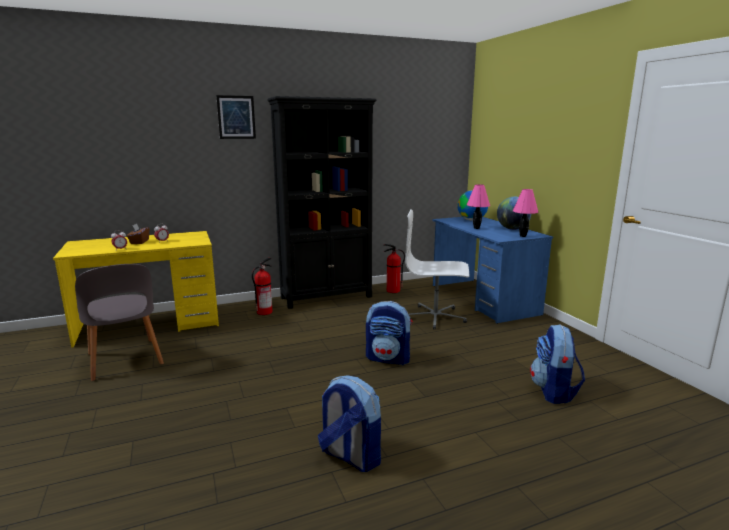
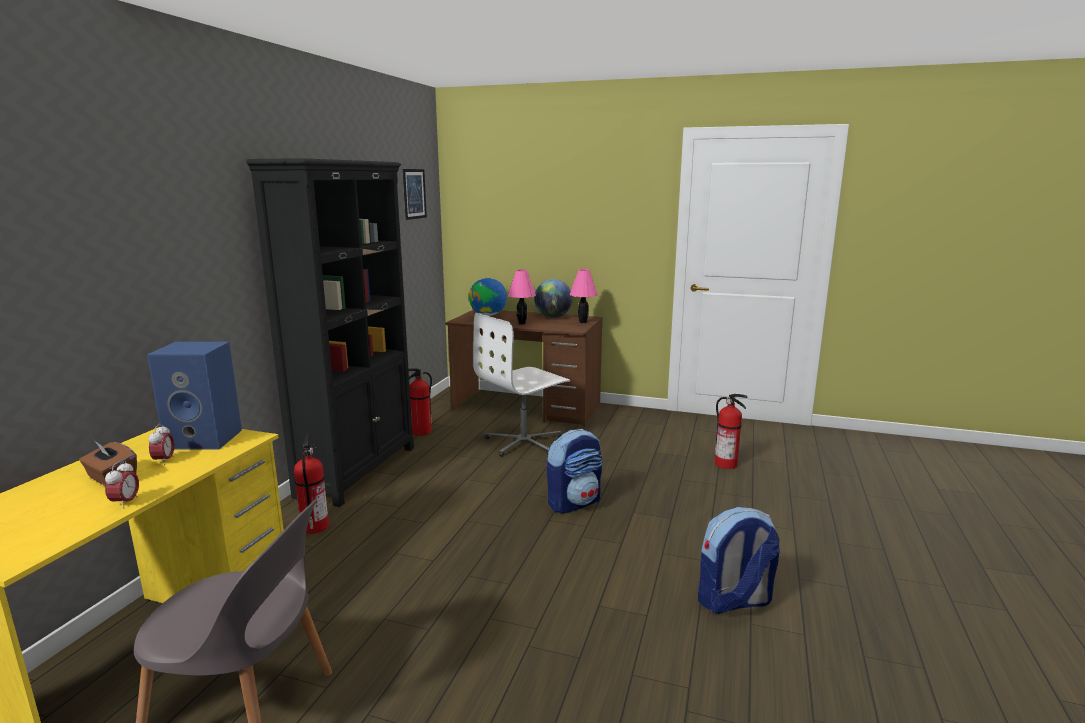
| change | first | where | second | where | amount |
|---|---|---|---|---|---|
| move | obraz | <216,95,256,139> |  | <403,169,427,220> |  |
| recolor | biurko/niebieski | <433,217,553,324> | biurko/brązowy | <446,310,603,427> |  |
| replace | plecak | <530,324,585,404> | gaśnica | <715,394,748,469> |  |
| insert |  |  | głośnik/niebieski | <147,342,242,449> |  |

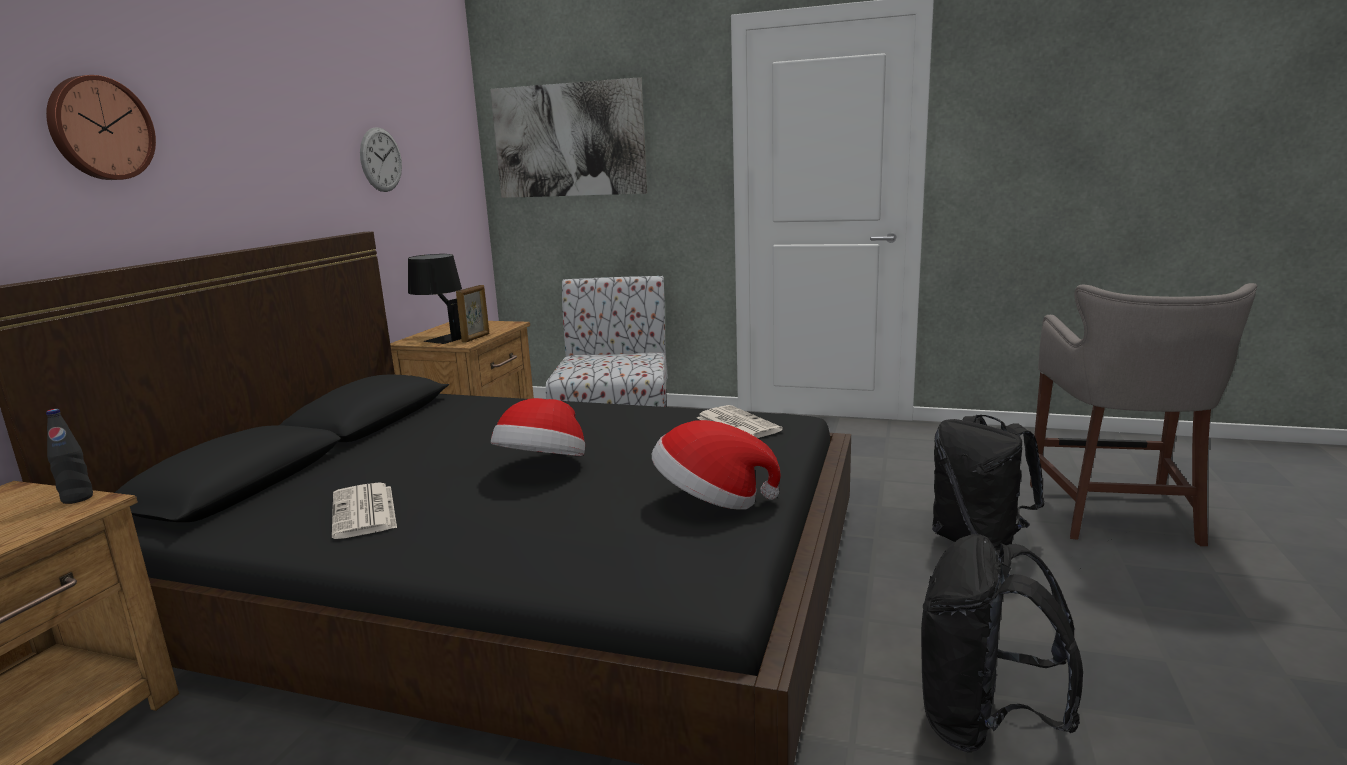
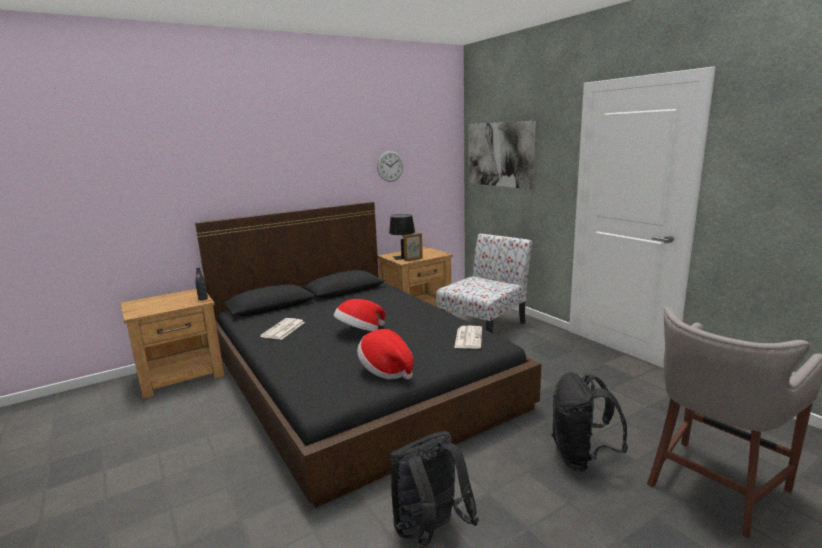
| change | first | where | second | where | amount |
|---|---|---|---|---|---|
| delete | zegar ścienny | <46,75,156,180> |  |  |  |

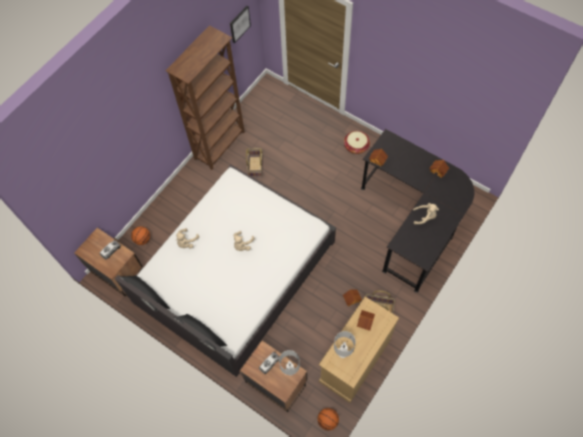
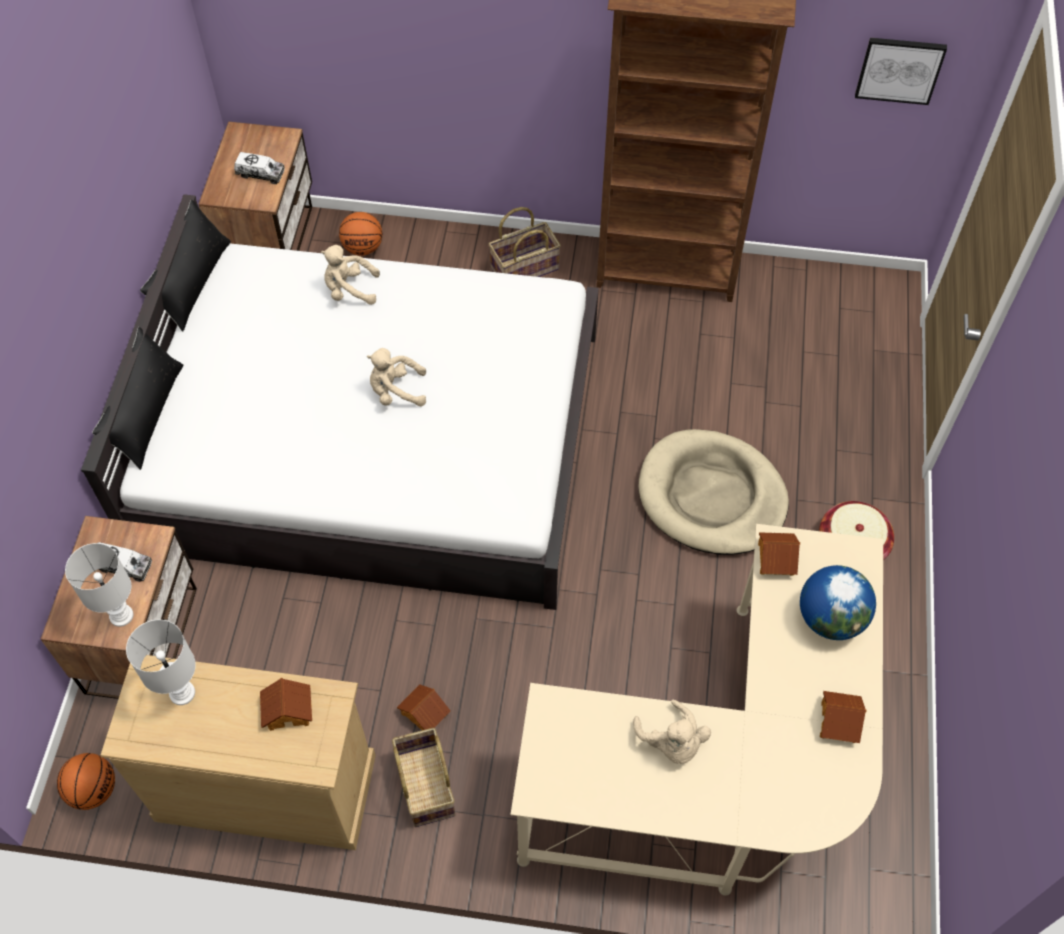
| change | first | where | second | where | amount |
|---|---|---|---|---|---|
| move | koszyk | <246,148,263,178> |  | <488,207,561,277> |  |
| recolor | biurko/czarny | <361,129,474,293> | biurko/beżowy | <511,524,883,896> |  |
| insert |  |  | legowisko/beżowy | <639,429,789,555> |  |
| insert |  |  | globus | <800,565,876,640> |  |

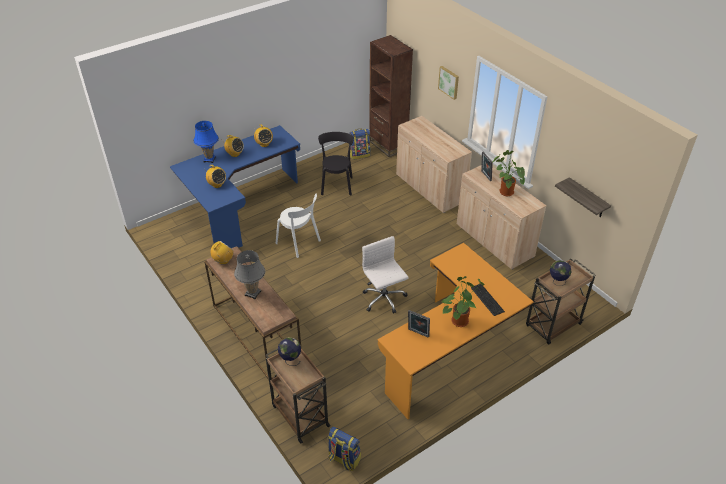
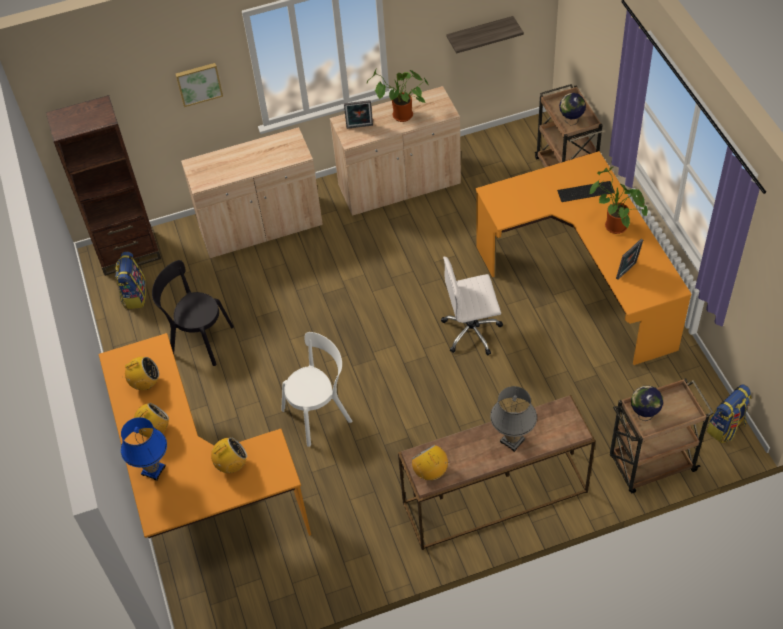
| change | first | where | second | where | amount |
|---|---|---|---|---|---|
| recolor | biurko/niebieski | <170,125,300,248> | biurko/pomarańczowy | <99,333,311,538> |  |

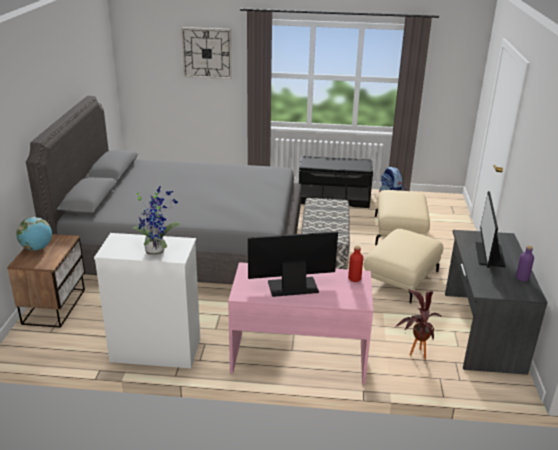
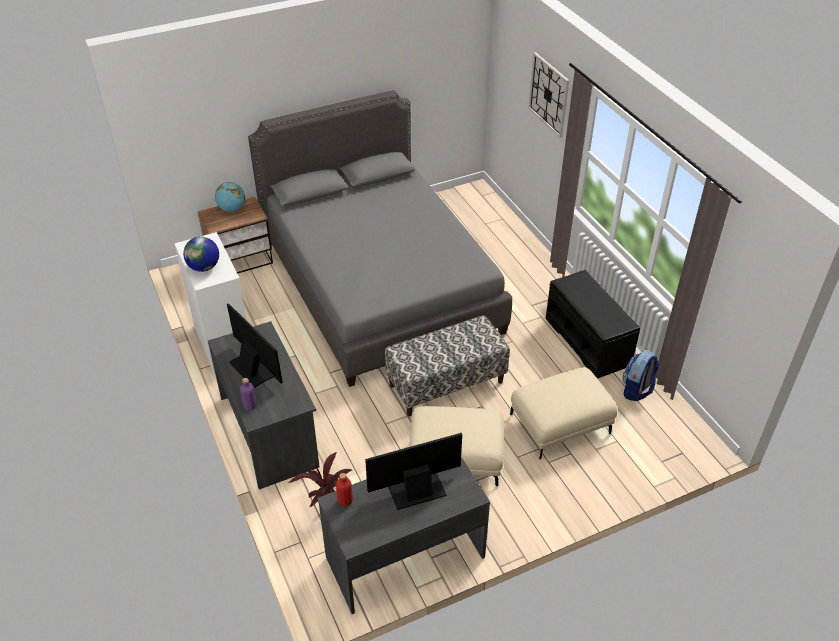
| change | first | where | second | where | amount |
|---|---|---|---|---|---|
| replace | roślina doniczkowa | <131,186,181,256> | globus | <183,237,219,272> |  |
| recolor | biurko/różowy | <228,262,373,384> | biurko/szary | <208,321,320,489> |  |
| move | butelka/czerwony | <348,246,363,282> |  | <336,473,353,507> |  |
| move | butelka/fioletowy | <516,246,534,282> |  | <240,378,257,410> |  |

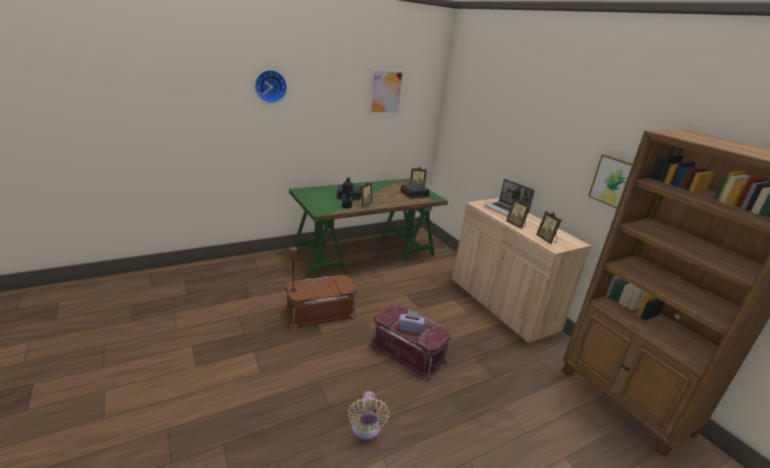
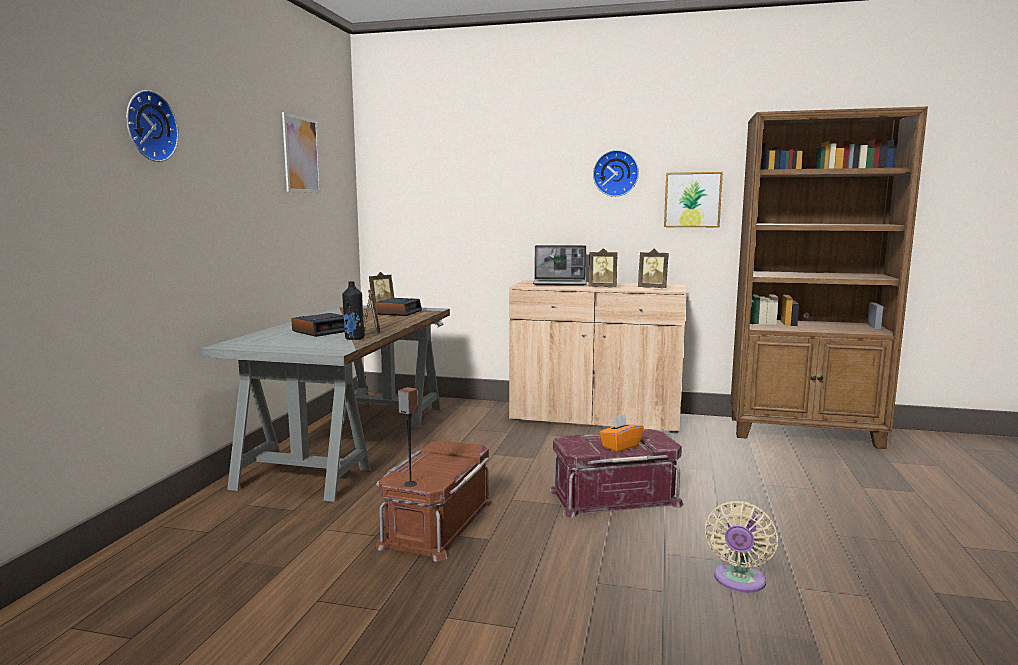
| change | first | where | second | where | amount |
|---|---|---|---|---|---|
| recolor | biurko/zielony | <289,178,448,278> | biurko/szary | <202,305,450,502> |  |
| rotate | wentylator/beżowy | <348,391,389,441> |  | <705,501,778,593> | 75 degrees clockwise |
| recolor | pudełko chusteczek/fioletowy | <399,310,425,334> | pudełko chusteczek/pomarańczowy | <599,414,644,452> |  |
| insert |  |  | zegar ścienny | <593,150,639,197> |  |

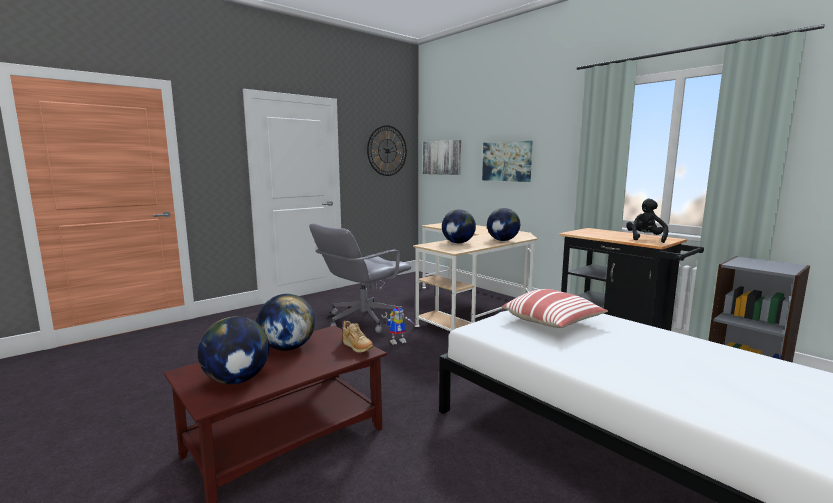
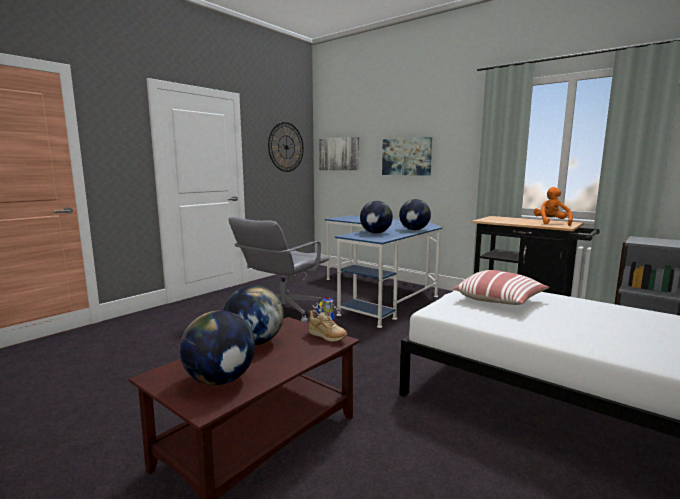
| change | first | where | second | where | amount |
|---|---|---|---|---|---|
| recolor | biurko/beżowy | <413,223,537,331> | biurko/niebieski | <325,215,443,328> |  |
| recolor | pluszak/czarny | <626,199,668,243> | pluszak/pomarańczowy | <534,187,573,226> |  |

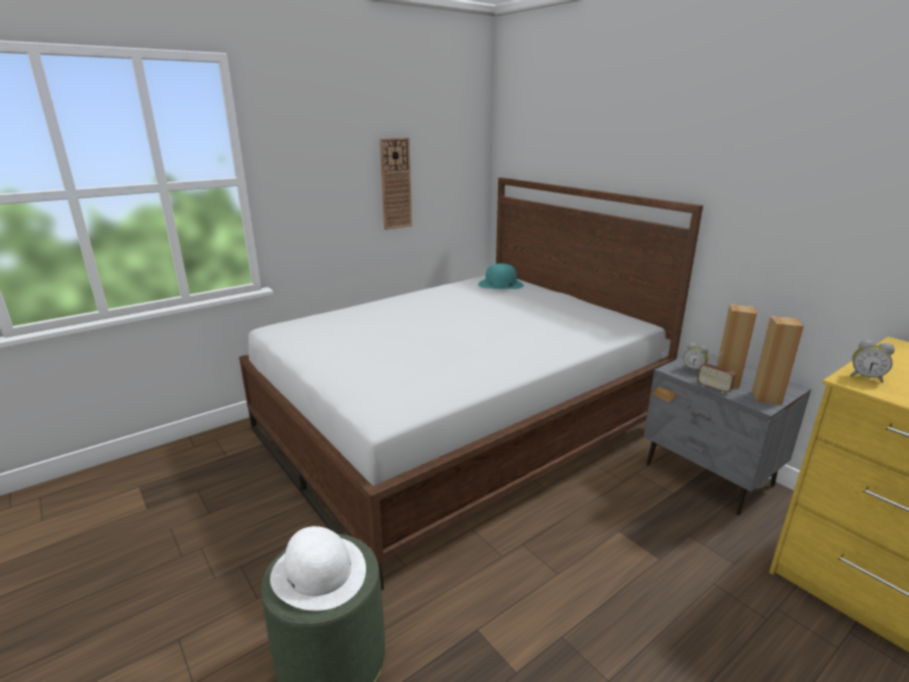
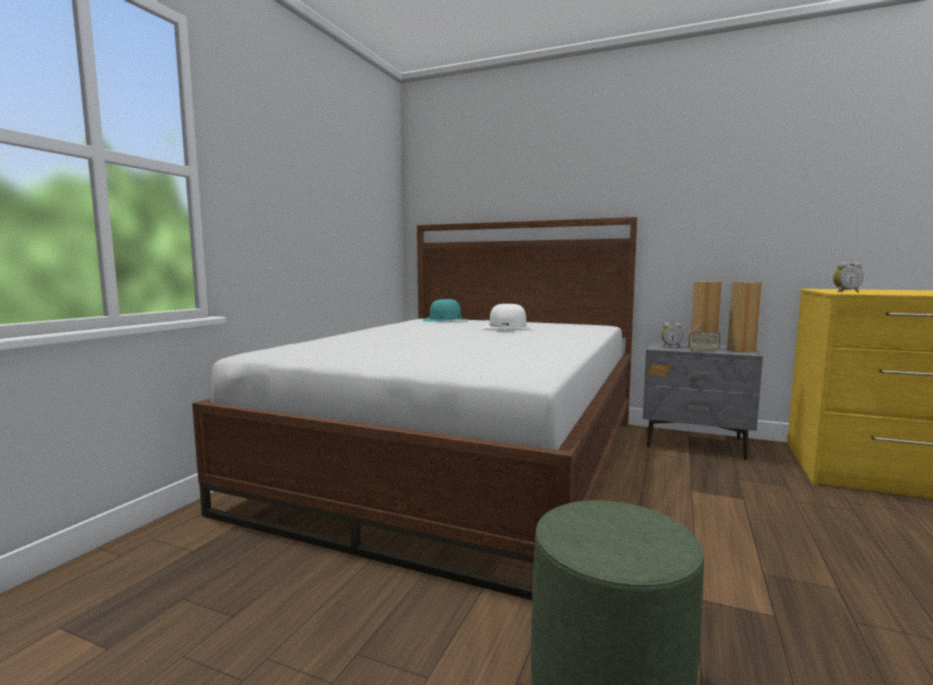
| change | first | where | second | where | amount |
|---|---|---|---|---|---|
| move | kapelusz/biały | <270,526,366,611> |  | <481,304,534,329> |  |
| delete | zegar ścienny | <380,137,412,230> |  |  |  |

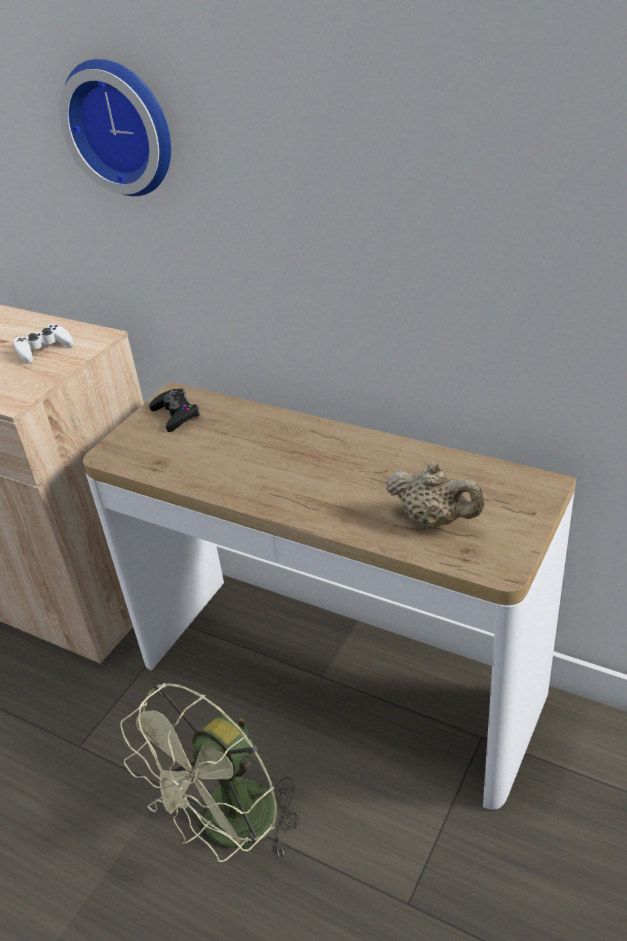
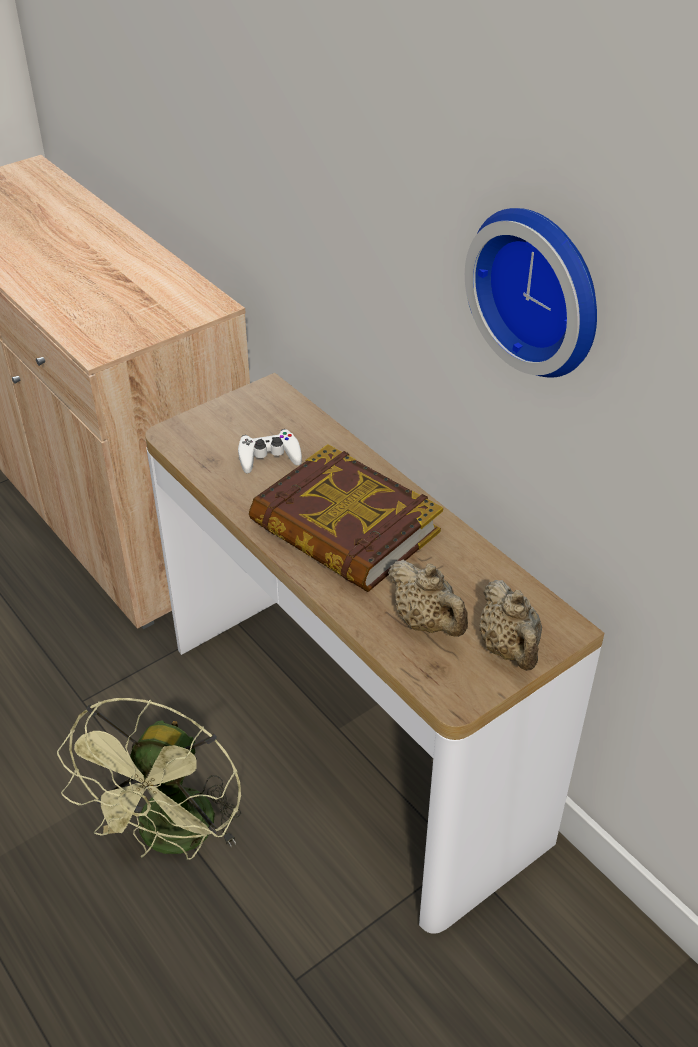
| change | first | where | second | where | amount |
|---|---|---|---|---|---|
| move | pad do gier/biały | <14,324,74,364> |  | <238,429,302,473> |  |
| move | zegar ścienny | <59,59,171,196> |  | <465,208,597,378> |  |
| rotate | wentylator/zielony | <120,683,300,862> |  | <57,698,241,860> | 45 degrees counterclockwise |
| delete | pad do gier/czarny | <149,389,200,432> |  |  |  |
| insert |  |  | książka | <249,444,443,592> |  |
| insert |  |  | imbryk/beżowy | <479,580,542,671> |  |

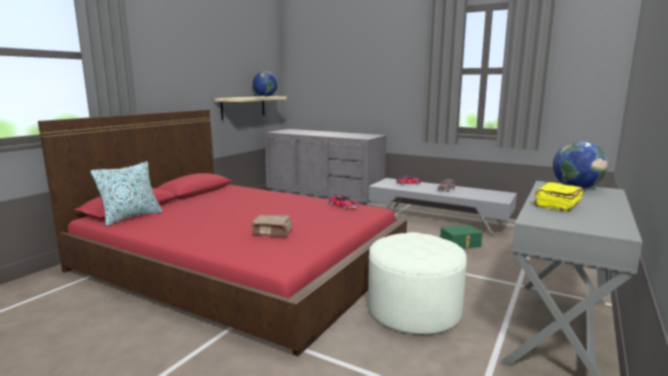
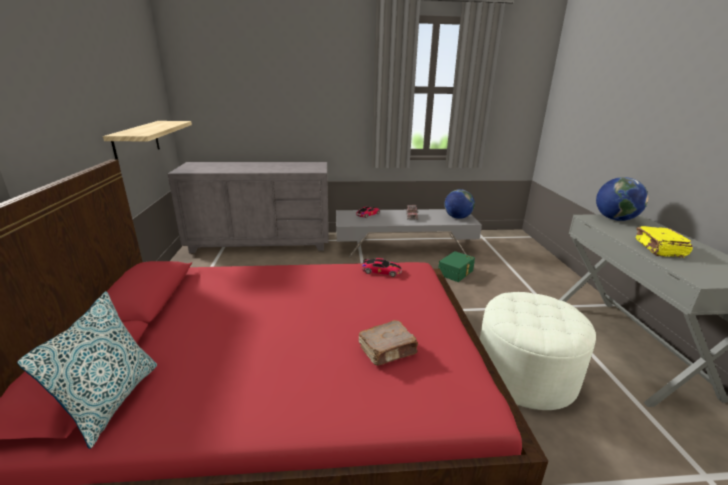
| change | first | where | second | where | amount |
|---|---|---|---|---|---|
| move | globus | <253,71,278,97> |  | <445,189,475,219> |  |

